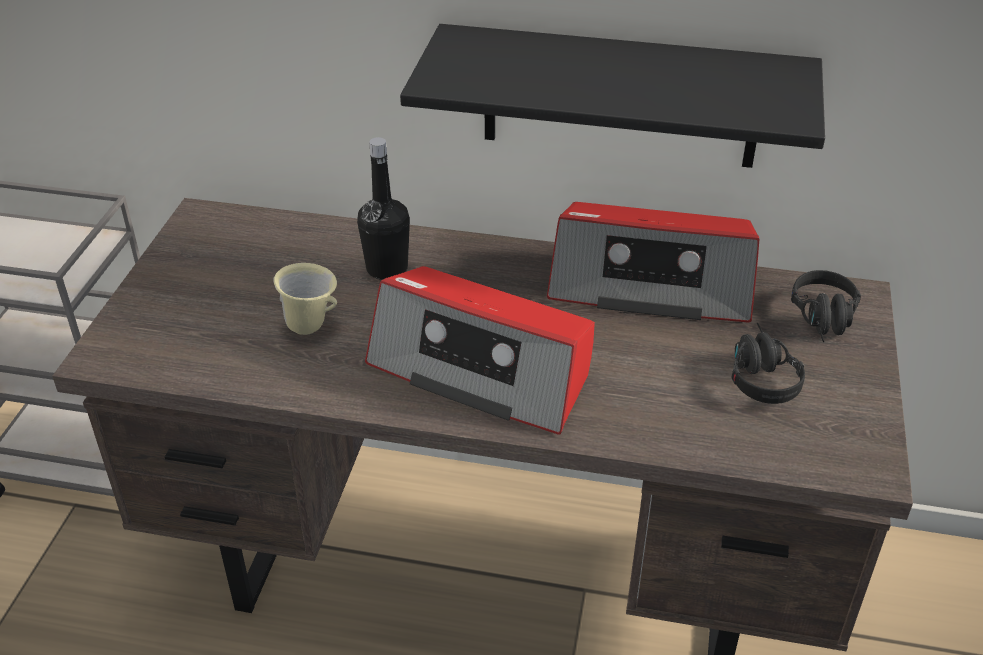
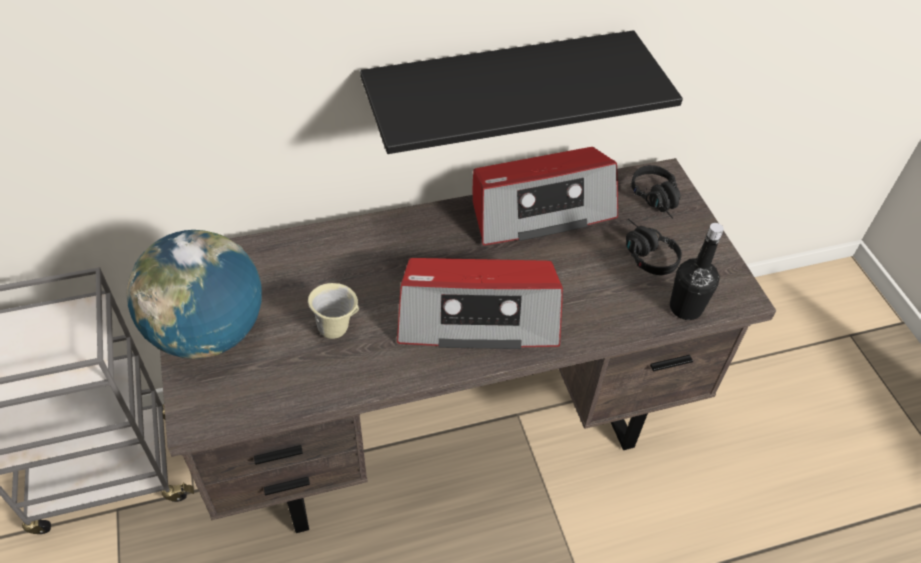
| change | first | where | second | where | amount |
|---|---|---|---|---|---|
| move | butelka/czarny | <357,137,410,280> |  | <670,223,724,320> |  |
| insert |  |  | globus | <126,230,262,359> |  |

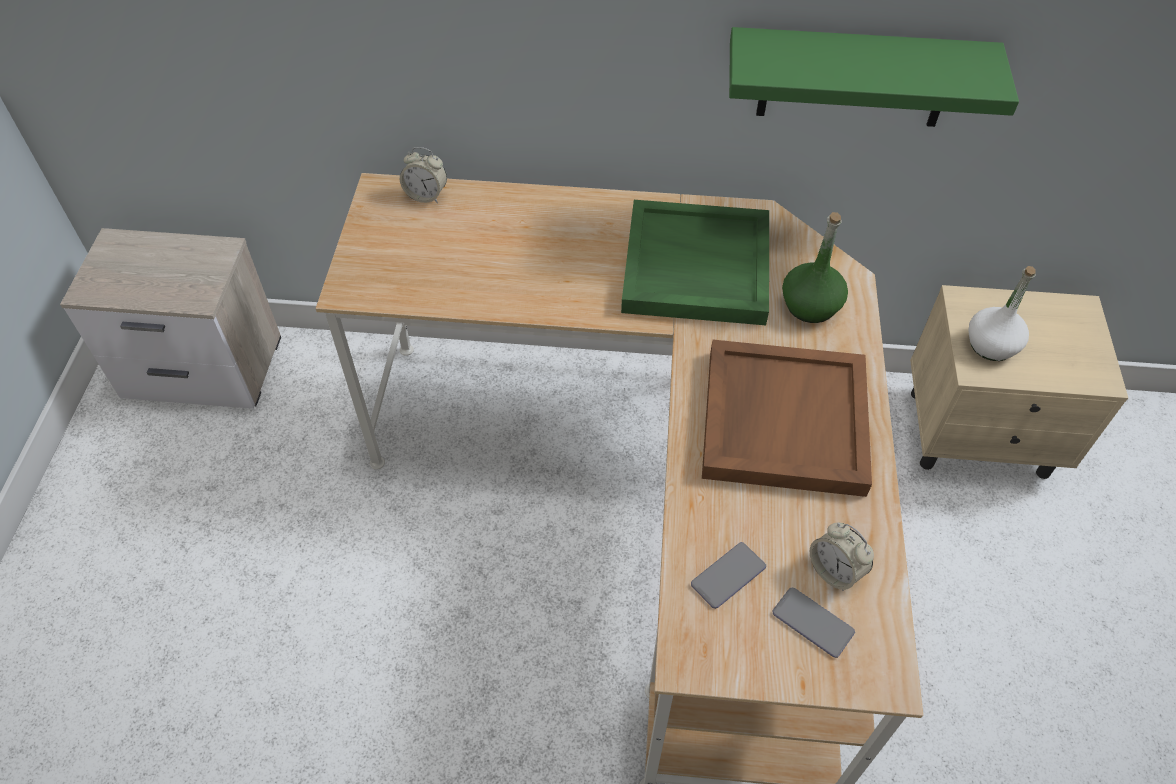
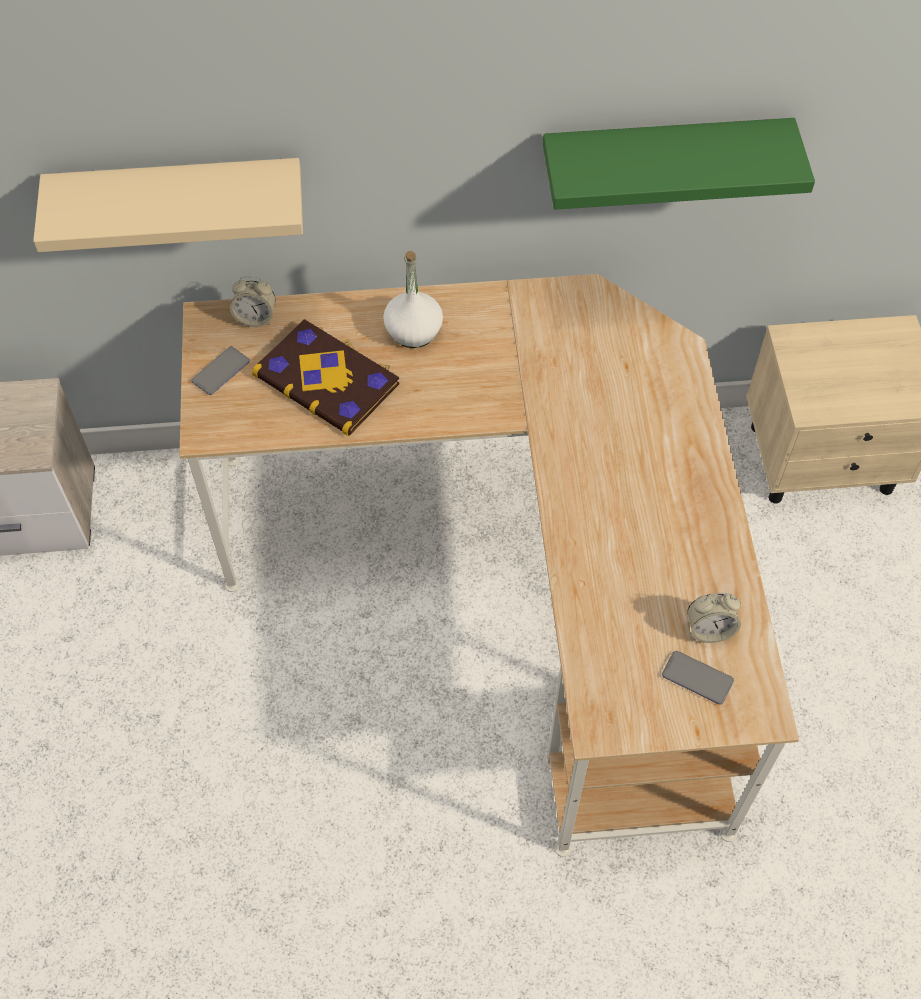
| change | first | where | second | where | amount |
|---|---|---|---|---|---|
| delete | taca/zielony | <621,200,769,325> |  |  |  |
| move | telefon | <691,542,766,609> |  | <191,346,250,395> |  |
| delete | taca/brązowy | <702,340,872,497> |  |  |  |
| delete | butelka/zielony | <782,212,848,323> |  |  |  |
| rotate | budzik | <810,523,874,591> |  | <687,593,741,643> | 45 degrees counterclockwise |
| move | butelka/biały | <968,266,1036,361> |  | <383,251,443,348> |  |
| insert |  |  | półka/beżowy | <33,158,303,252> |  |
| insert |  |  | książka | <252,319,400,436> |  |

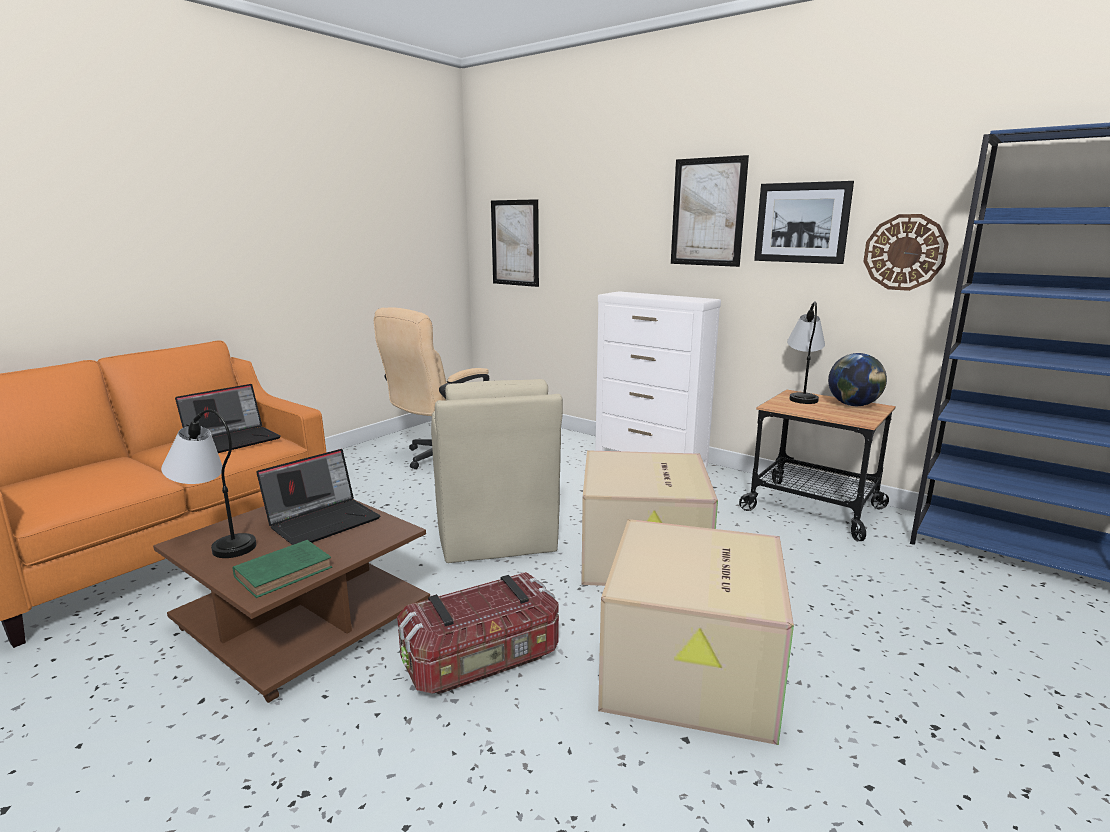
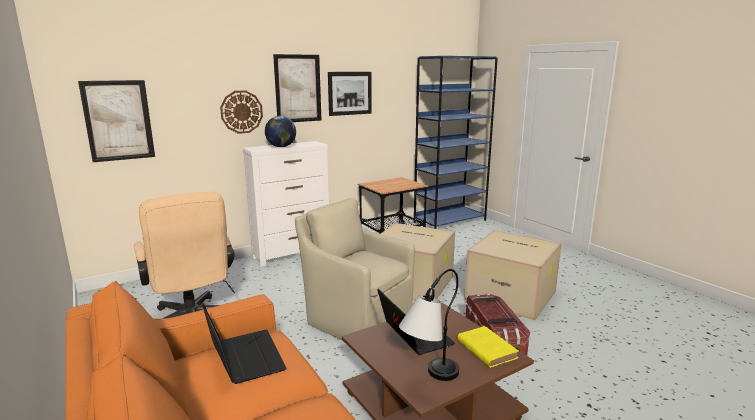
| change | first | where | second | where | amount |
|---|---|---|---|---|---|
| recolor | książka/zielony | <233,540,332,598> | książka/żółty | <457,326,519,368> |  |
| rotate | fotel/beżowy | <431,379,563,563> |  | <295,198,415,341> | 150 degrees counterclockwise |
| delete | lampa stołowa | <787,301,825,404> |  |  |  |
| move | globus | <828,353,887,406> |  | <265,116,296,147> |  |
| move | zegar ścienny | <863,214,949,291> |  | <220,91,263,134> |  |

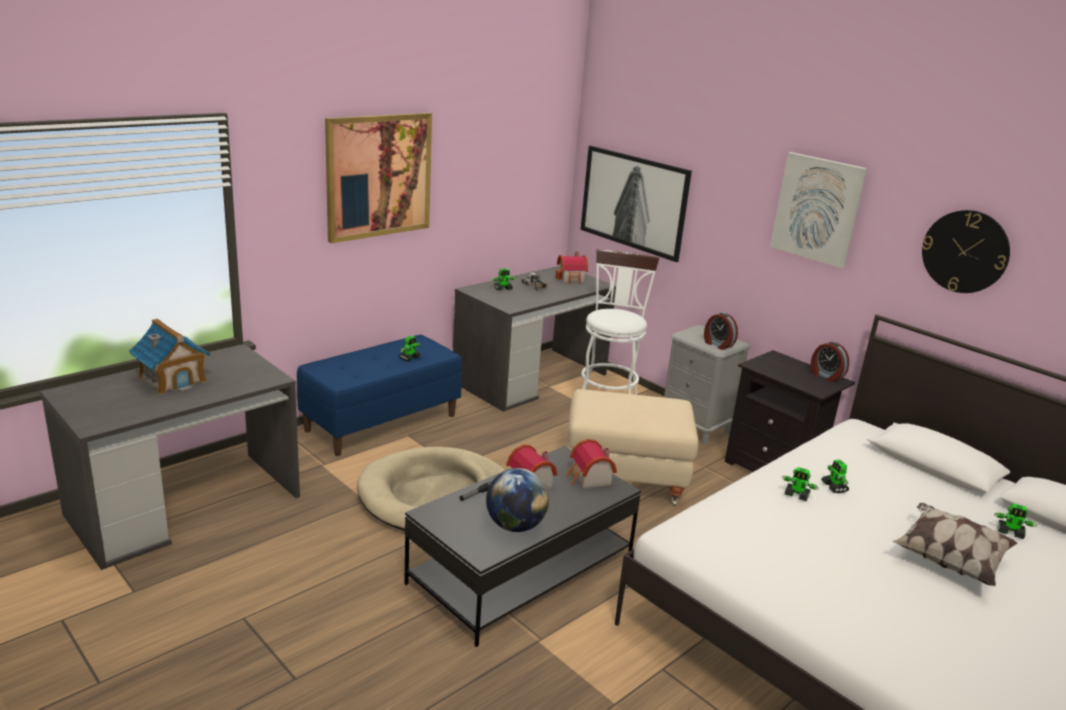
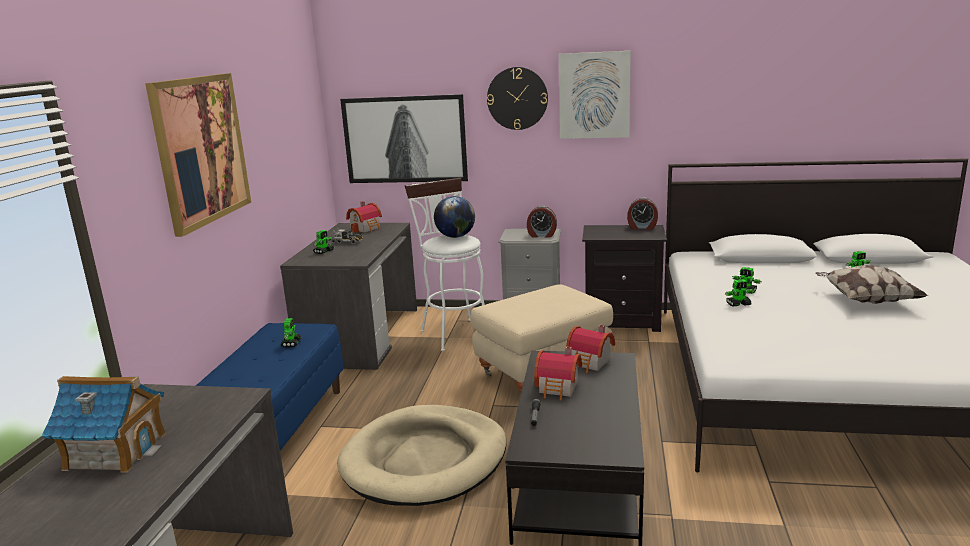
| change | first | where | second | where | amount |
|---|---|---|---|---|---|
| move | globus | <486,468,549,532> |  | <434,196,475,238> |  |
| move | zegar ścienny | <922,210,1010,293> |  | <487,67,548,130> |  |

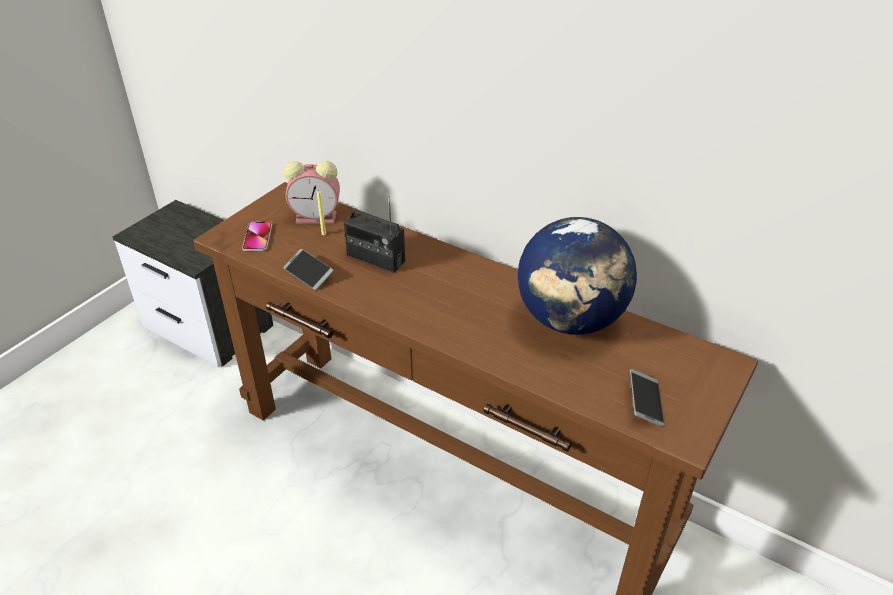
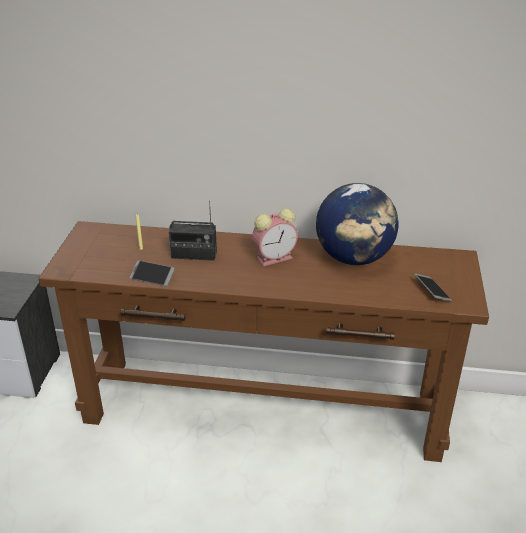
| change | first | where | second | where | amount |
|---|---|---|---|---|---|
| delete | telefon | <242,221,272,251> |  |  |  |
| move | budzik | <284,161,340,224> |  | <252,209,298,267> |  |

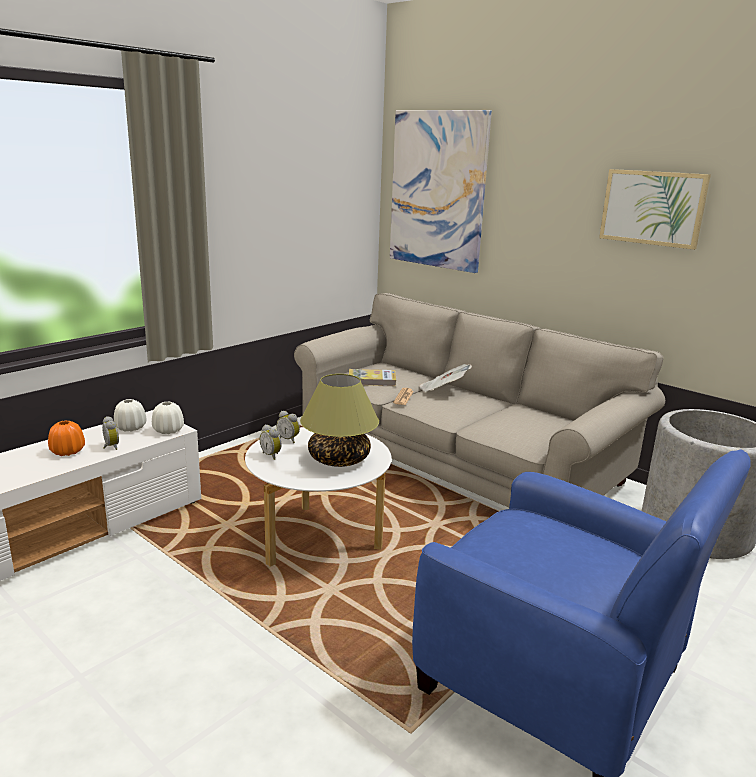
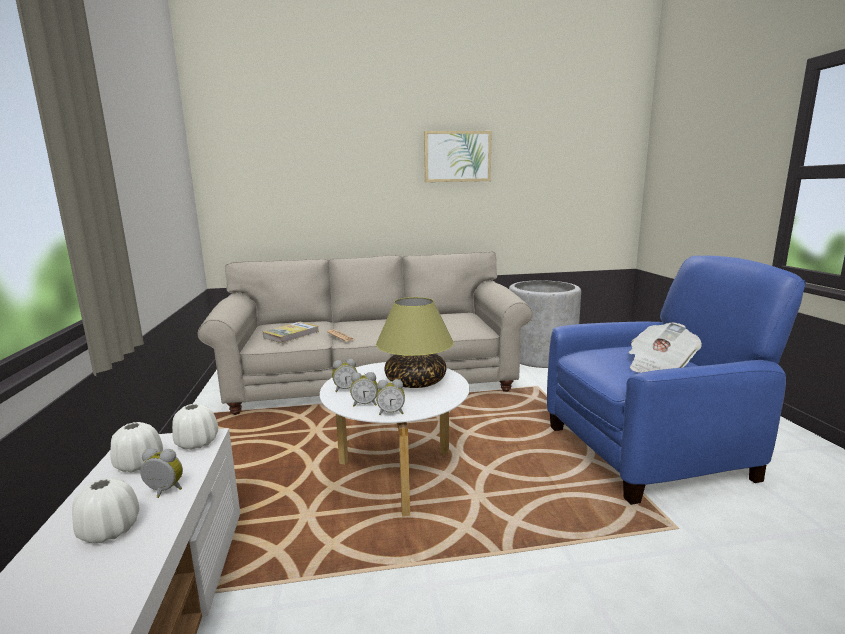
| change | first | where | second | where | amount |
|---|---|---|---|---|---|
| recolor | wazon/pomarańczowy | <48,420,85,456> | wazon/biały | <72,478,139,543> |  |
| delete | obraz | <390,110,492,273> |  |  |  |
| move | gazeta | <419,364,472,393> |  | <629,323,702,373> |  |
| insert |  |  | budzik | <376,379,405,415> |  |

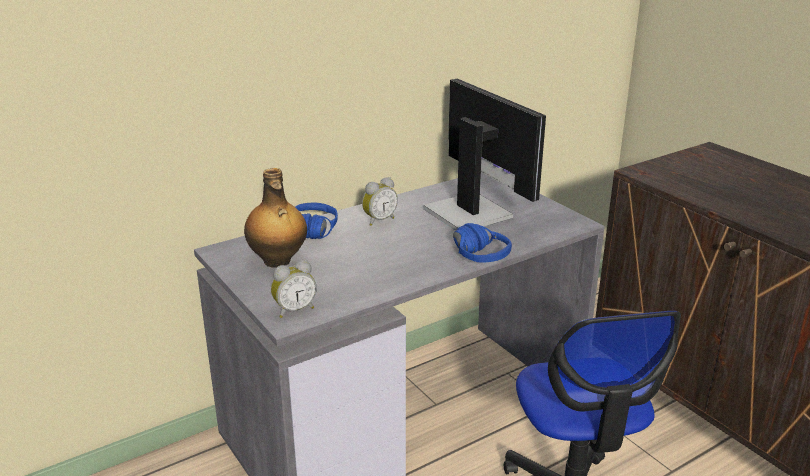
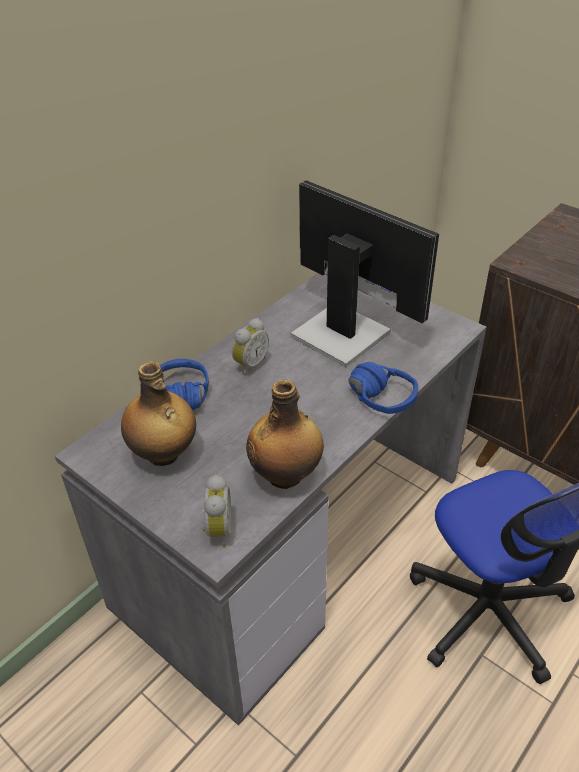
| change | first | where | second | where | amount |
|---|---|---|---|---|---|
| rotate | budzik | <271,260,317,318> |  | <203,475,231,547> | 45 degrees counterclockwise |
| insert |  |  | butelka | <246,379,324,489> |  |

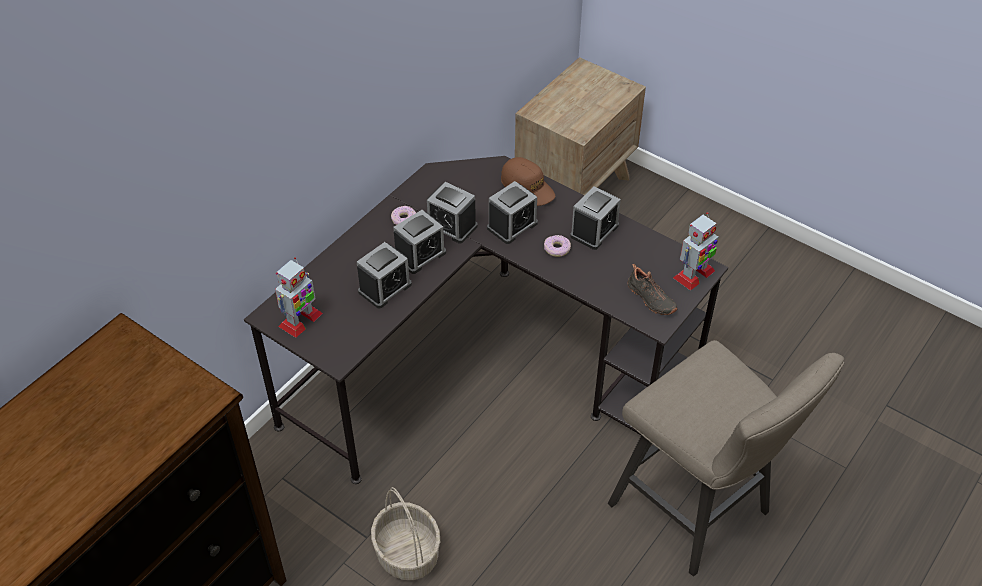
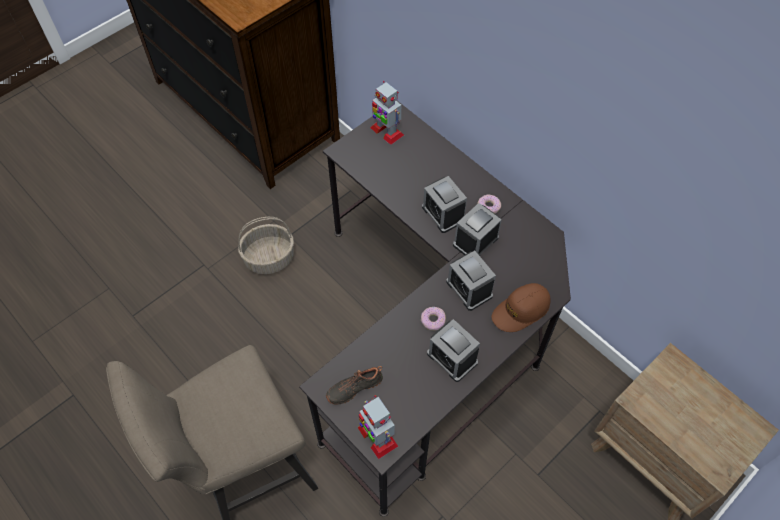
| change | first | where | second | where | amount |
|---|---|---|---|---|---|
| delete | budzik | <357,242,412,309> |  |  |  |

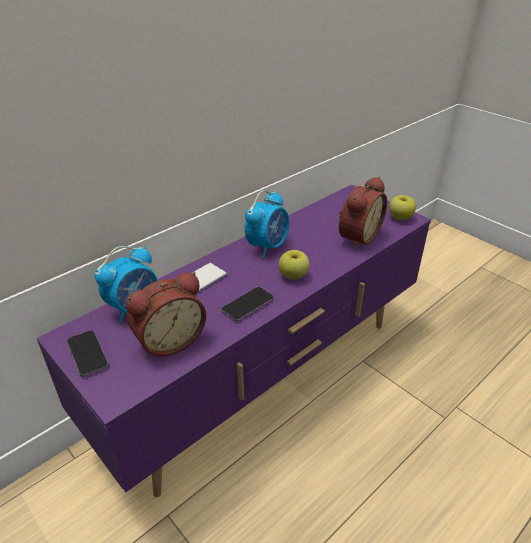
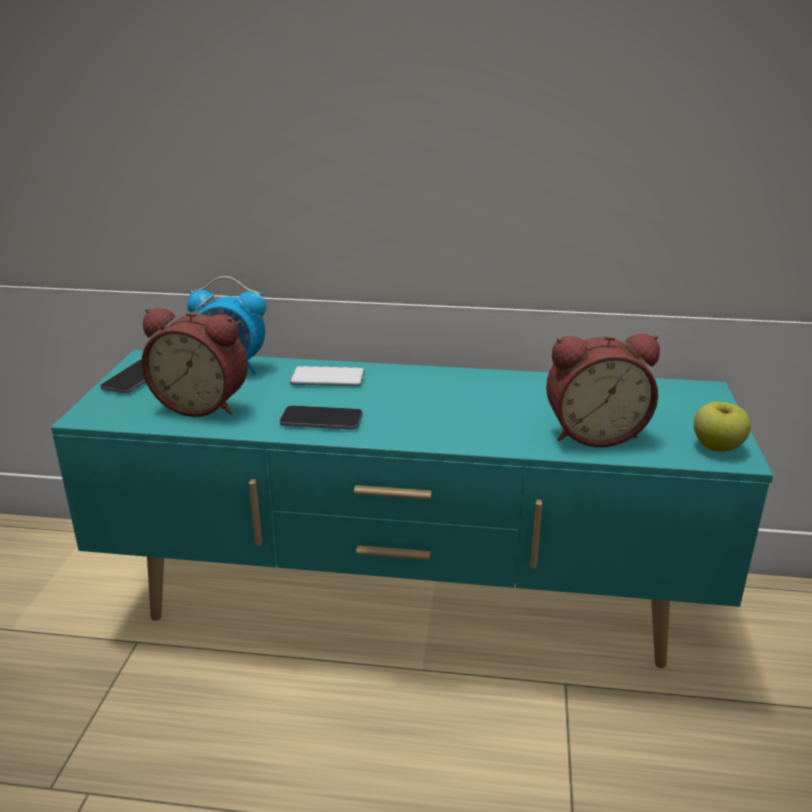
| change | first | where | second | where | amount |
|---|---|---|---|---|---|
| recolor | szafka pod telewizor/fioletowy | <37,185,431,497> | szafka pod telewizor/turkusowy | <51,350,773,668> |  |
| delete | budzik | <245,190,289,258> |  |  |  |
| delete | jabłko | <278,250,309,280> |  |  |  |

